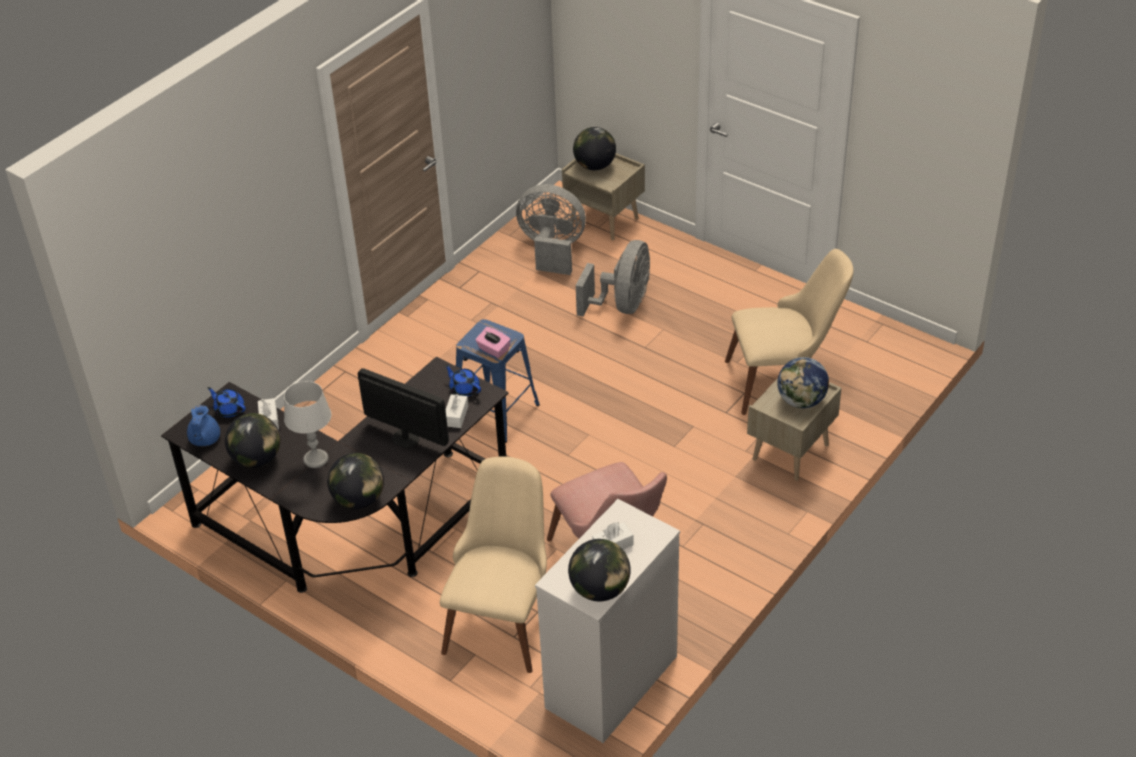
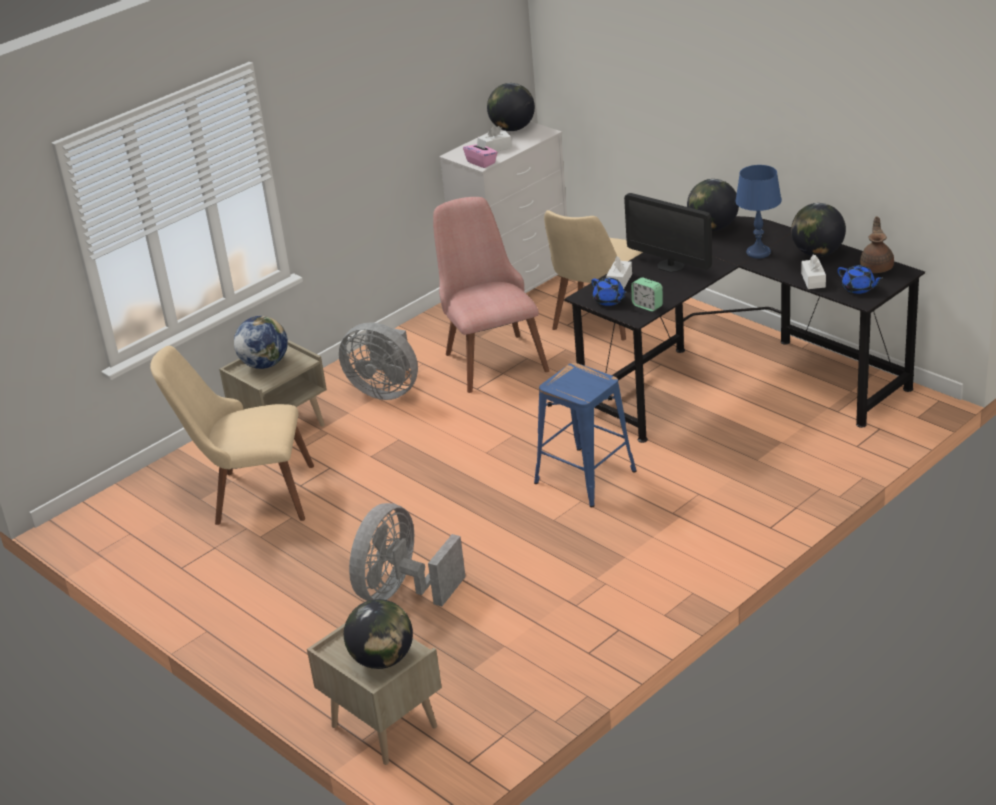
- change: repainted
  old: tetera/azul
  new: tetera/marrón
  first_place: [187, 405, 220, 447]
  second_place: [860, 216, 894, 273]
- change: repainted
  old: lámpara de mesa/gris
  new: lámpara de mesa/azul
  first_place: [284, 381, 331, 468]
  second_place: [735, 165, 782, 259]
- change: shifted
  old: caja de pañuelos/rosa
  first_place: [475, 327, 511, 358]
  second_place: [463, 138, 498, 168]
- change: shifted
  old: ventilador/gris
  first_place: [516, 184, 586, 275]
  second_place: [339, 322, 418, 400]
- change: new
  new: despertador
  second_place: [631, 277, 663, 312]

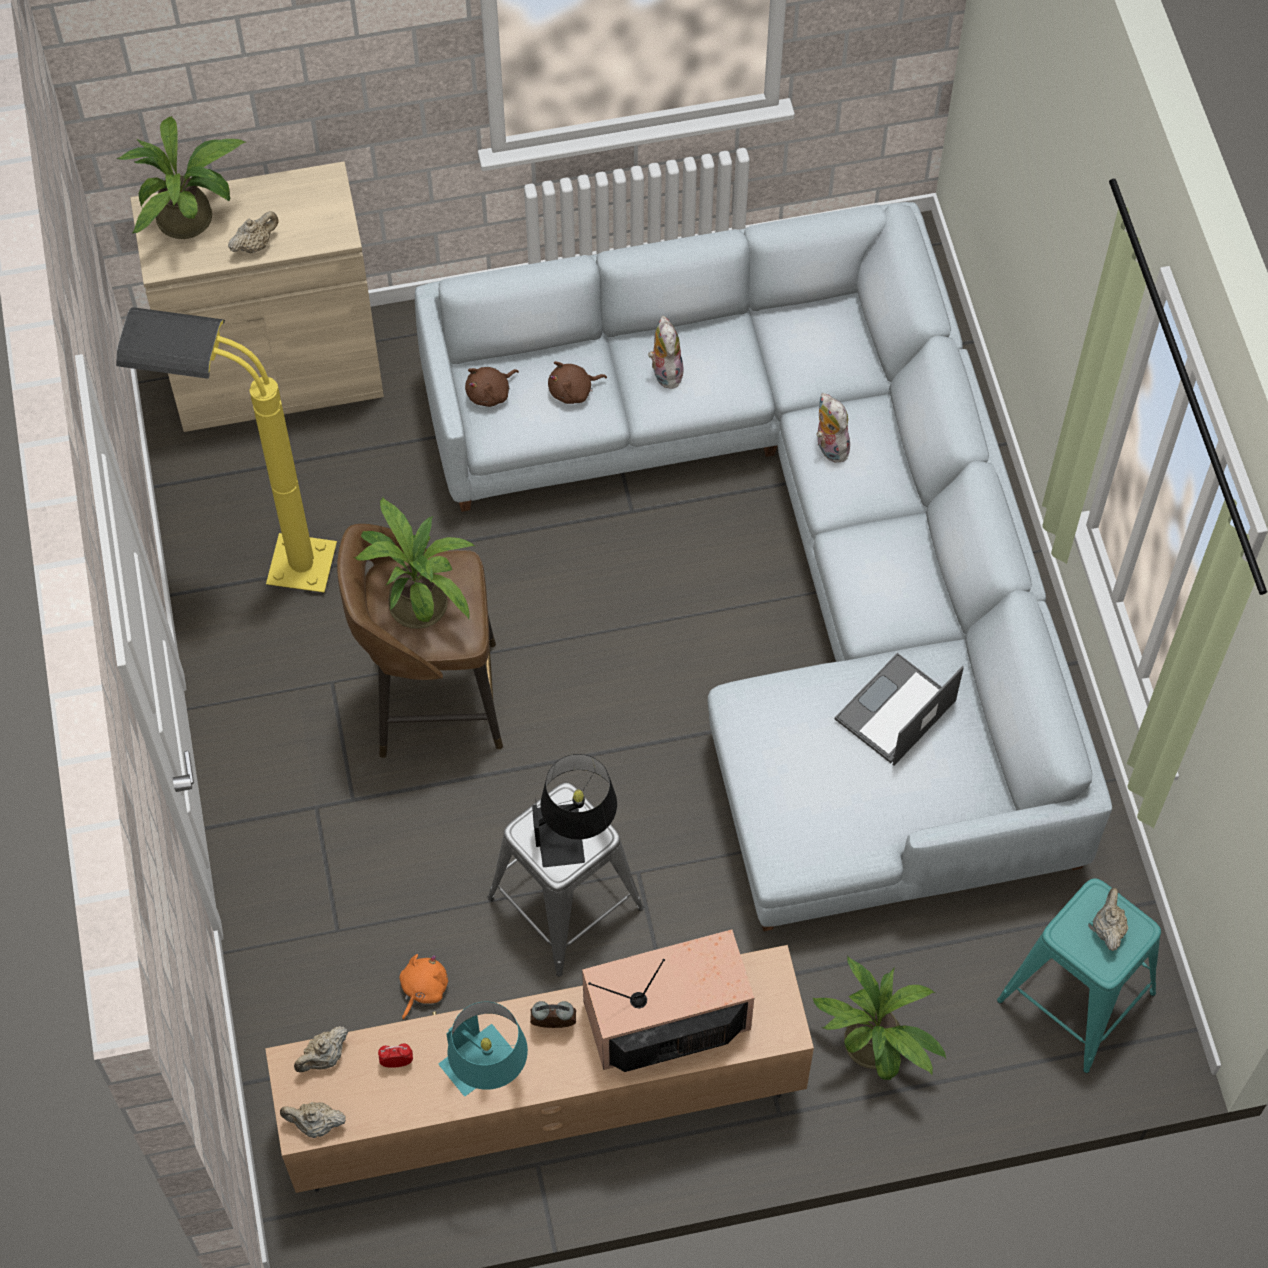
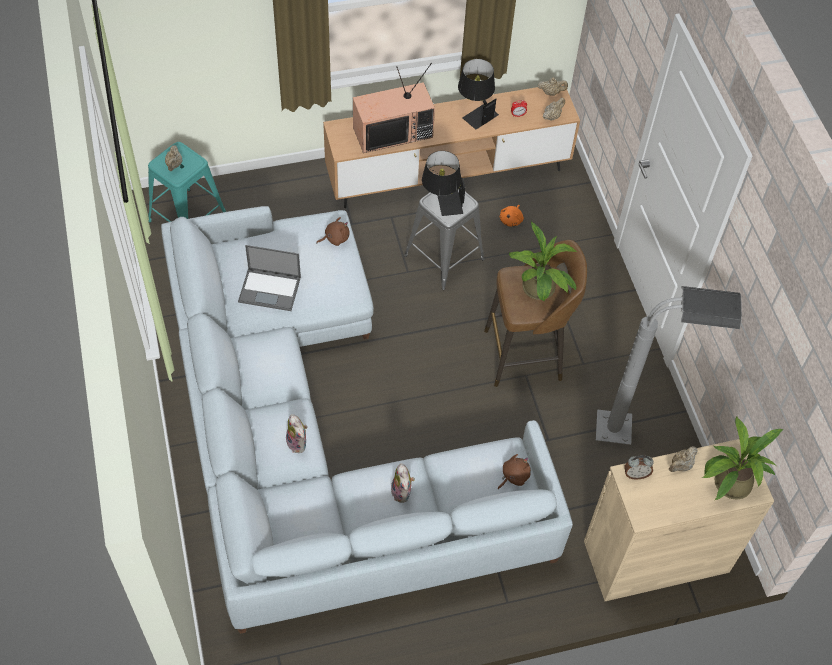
- change: repainted
  old: lámpara de pie/amarillo
  new: lámpara de pie/gris
  first_place: [116, 307, 337, 593]
  second_place: [596, 286, 742, 445]
- change: repainted
  old: lámpara de mesa/turquesa
  new: lámpara de mesa/negro
  first_place: [439, 1002, 528, 1096]
  second_place: [458, 59, 499, 129]
- change: shifted
  old: despertador
  first_place: [530, 1001, 576, 1028]
  second_place: [624, 455, 654, 480]
- change: shifted
  old: peluche/marrón
  first_place: [548, 361, 607, 404]
  second_place: [316, 217, 350, 246]
- change: gone
  old: planta en maceta
  first_place: [813, 957, 946, 1080]
- change: rotated
  old: portátil
  first_place: [835, 653, 964, 766]
  second_place: [238, 245, 301, 311]
  degrees: 60

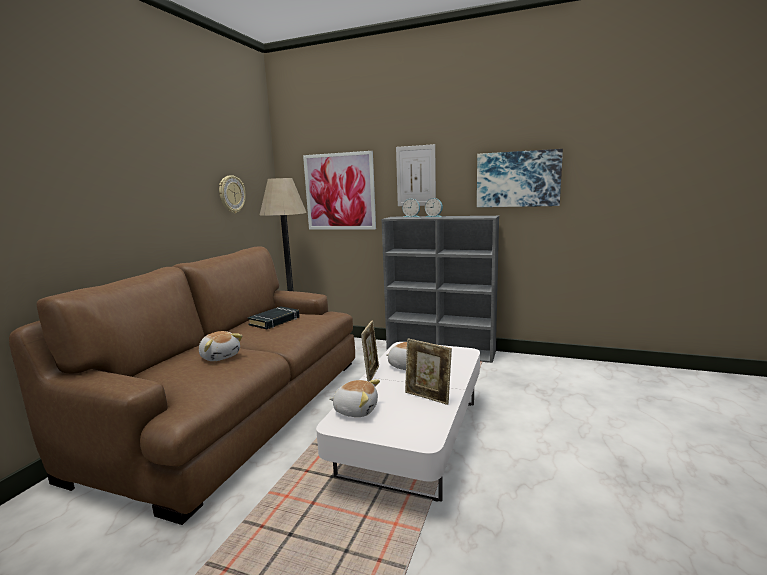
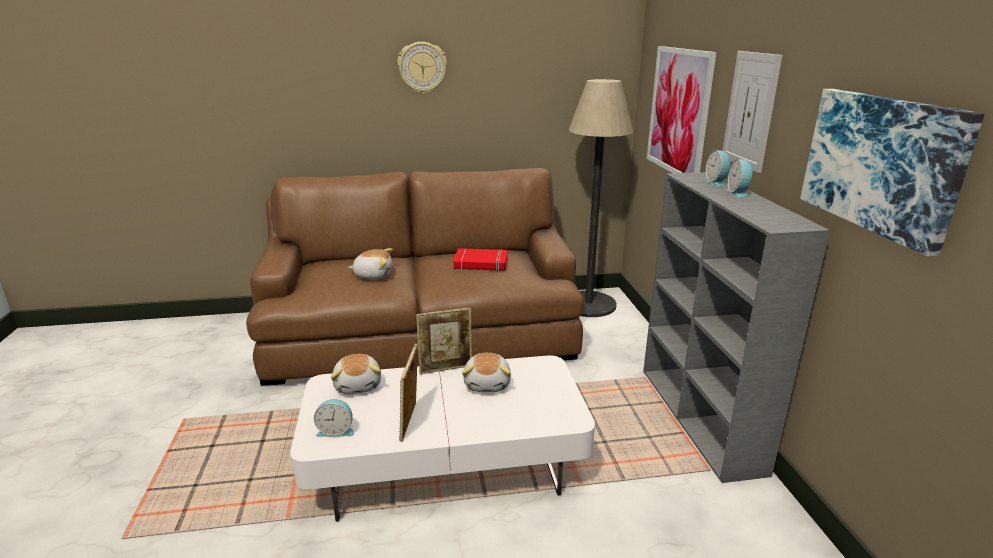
- change: rotated
  old: peluche
  first_place: [199, 331, 243, 361]
  second_place: [348, 248, 393, 279]
  degrees: -105
- change: shifted
  old: reloj de pared
  first_place: [219, 175, 246, 214]
  second_place: [397, 42, 447, 94]
- change: repainted
  old: libro/negro
  new: libro/rojo
  first_place: [248, 306, 300, 329]
  second_place: [454, 248, 508, 271]
- change: new
  new: despertador
  second_place: [314, 399, 354, 437]

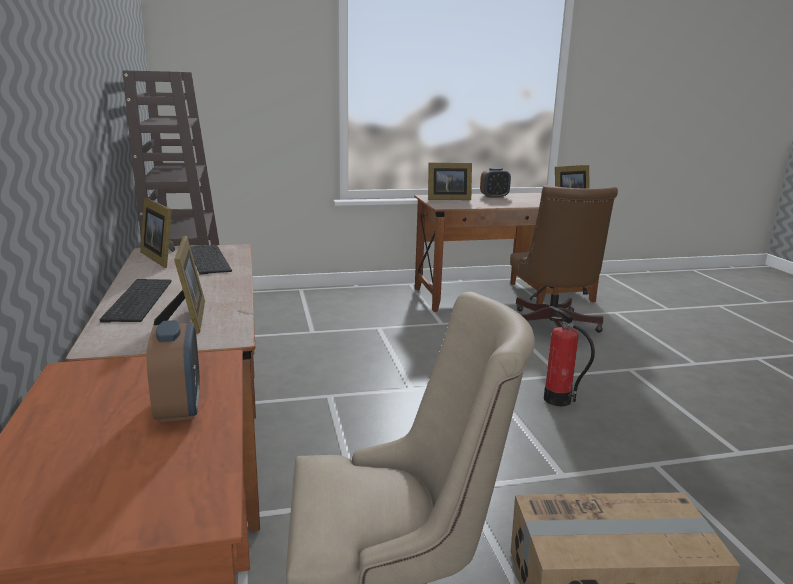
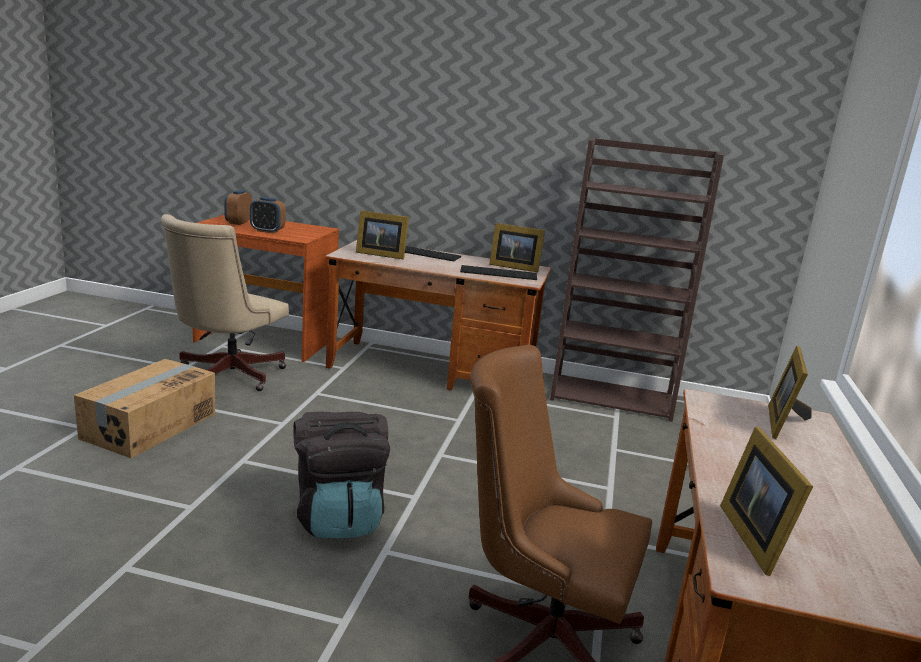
- change: rotated
  old: portarretratos
  first_place: [140, 198, 175, 268]
  second_place: [489, 223, 545, 272]
  degrees: -150
- change: shifted
  old: despertador
  first_place: [480, 168, 511, 198]
  second_place: [224, 190, 252, 225]
- change: swapped
  old: extintor
  new: mochila/negro
  first_place: [544, 306, 595, 406]
  second_place: [293, 411, 390, 538]

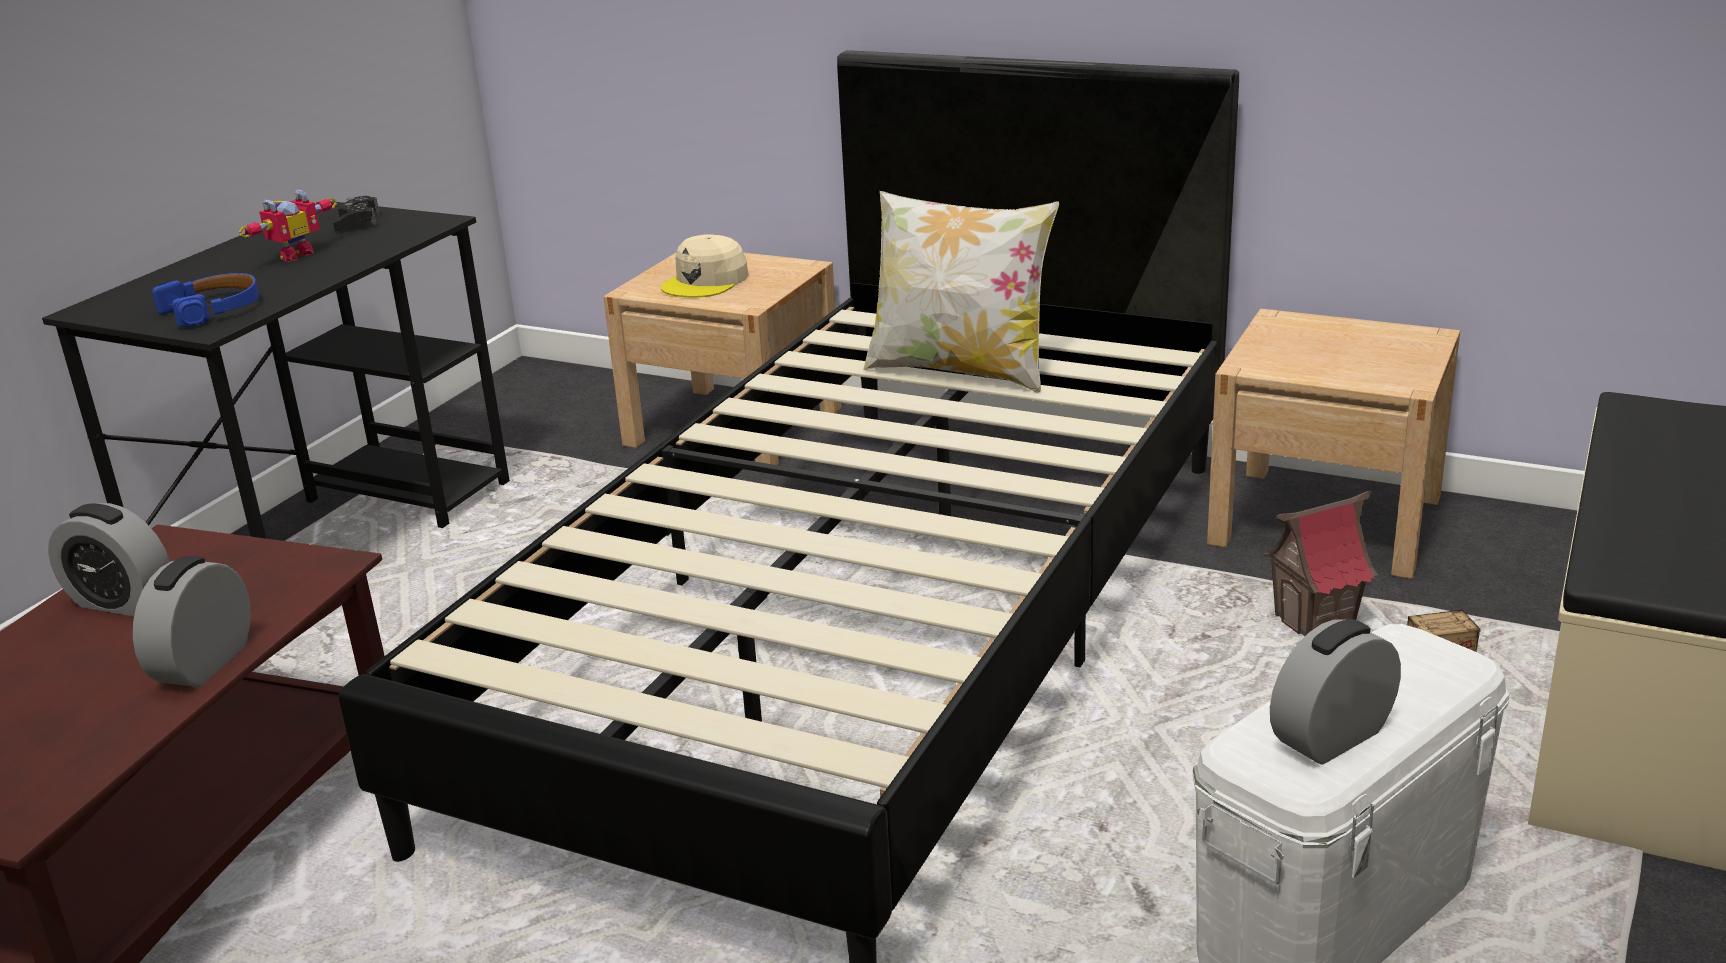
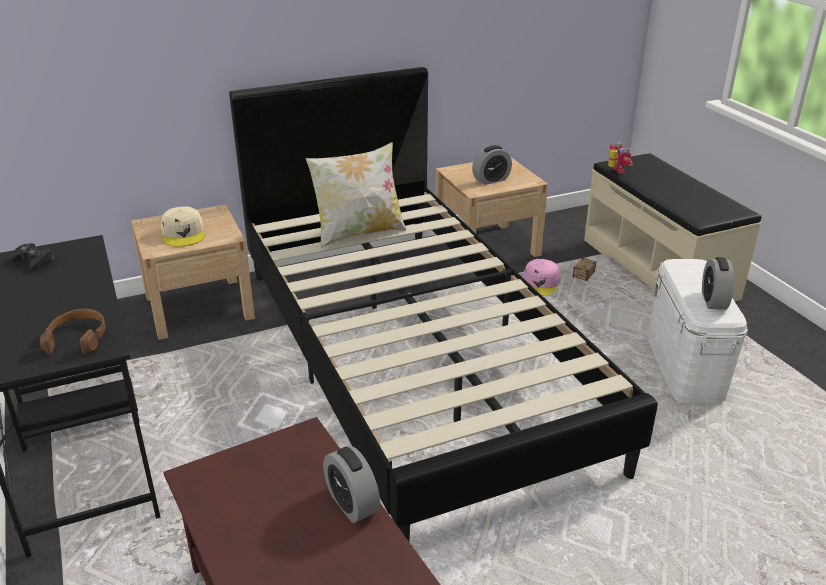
- change: shifted
  old: despertador
  first_place: [48, 503, 170, 617]
  second_place: [472, 145, 512, 185]
- change: repainted
  old: auriculares/azul
  new: auriculares/marrón
  first_place: [152, 273, 259, 327]
  second_place: [40, 309, 106, 355]
- change: shifted
  old: robot de juguete
  first_place: [239, 189, 337, 261]
  second_place: [608, 142, 633, 174]
- change: swapped
  old: casita
  new: gorra/rosa
  first_place: [1262, 491, 1378, 636]
  second_place: [523, 259, 561, 296]

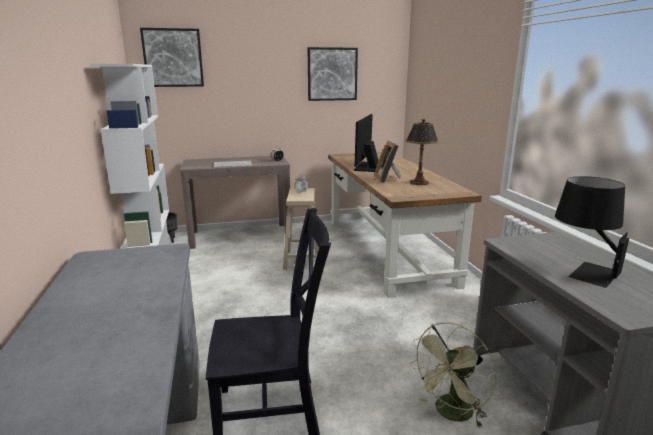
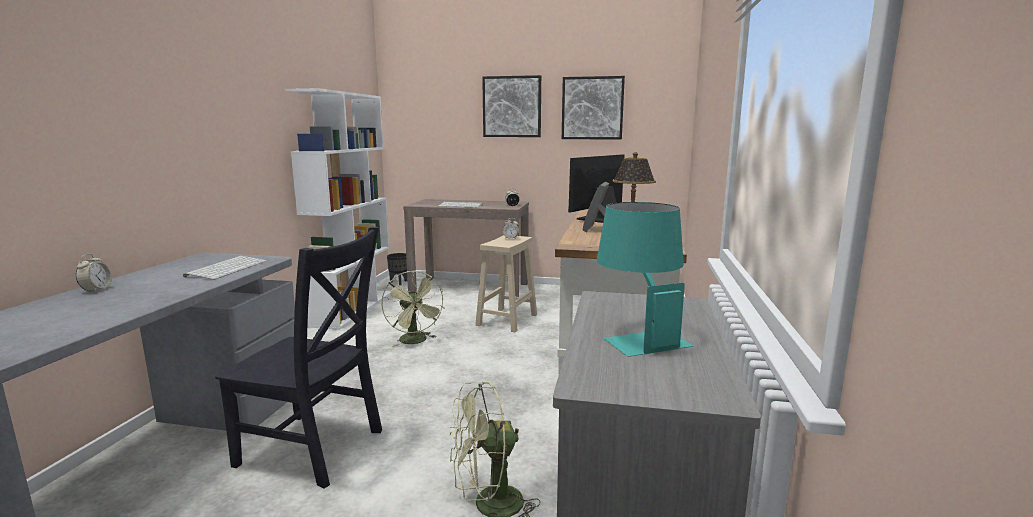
- change: shifted
  old: cuadro
  first_place: [140, 28, 204, 87]
  second_place: [482, 75, 541, 137]
- change: repainted
  old: lámpara de mesa/negro
  new: lámpara de mesa/turquesa
  first_place: [555, 176, 629, 288]
  second_place: [597, 202, 693, 357]
- change: new
  new: despertador
  second_place: [76, 254, 112, 292]
- change: new
  new: teclado
  second_place: [183, 256, 266, 280]
- change: new
  new: ventilador/verde
  second_place: [382, 271, 445, 347]

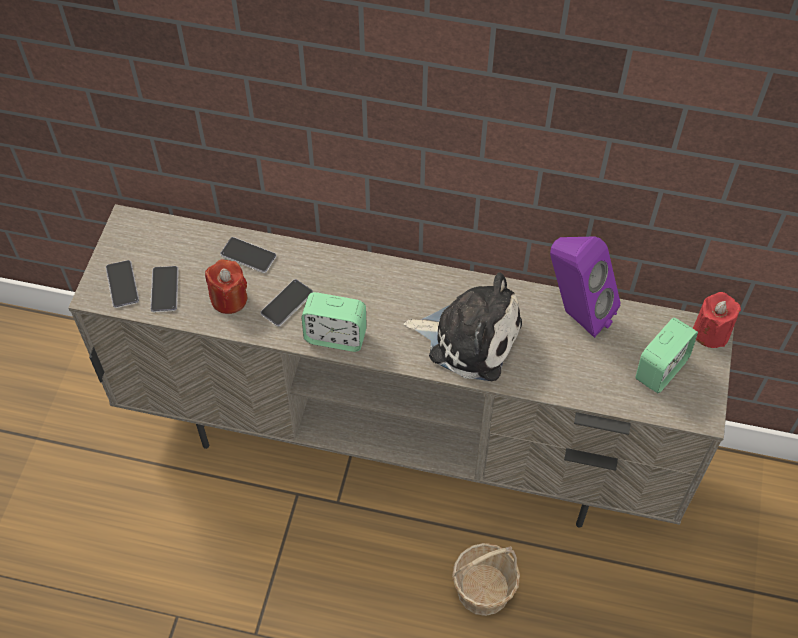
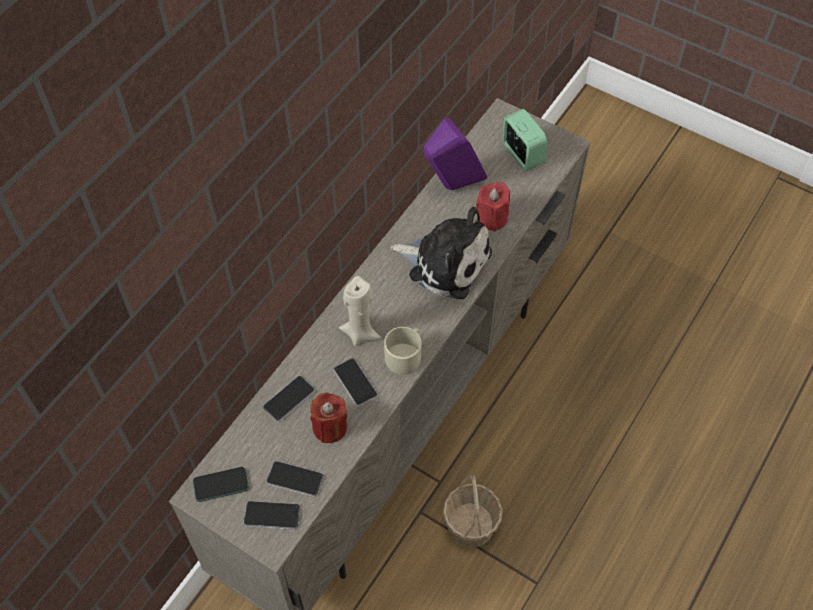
- change: swapped
  old: despertador
  new: taza grande/beis
  first_place: [301, 292, 367, 352]
  second_place: [384, 327, 422, 375]
- change: rotated
  old: peluche
  first_place: [404, 272, 522, 381]
  second_place: [391, 207, 492, 300]
  degrees: 75
- change: shifted
  old: cesta
  first_place: [452, 543, 520, 616]
  second_place: [443, 475, 502, 548]
- change: shifted
  old: vela/rojo
  first_place: [693, 292, 741, 348]
  second_place: [476, 182, 510, 232]
- change: new
  new: móvil
  second_place: [193, 467, 249, 502]
- change: new
  new: vela/beis
  second_place: [339, 276, 381, 346]

